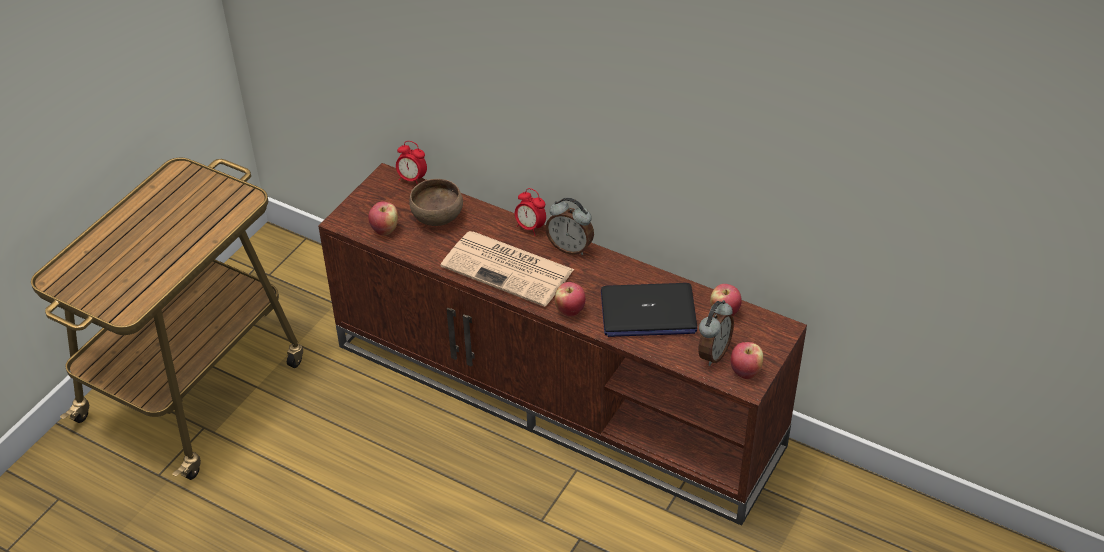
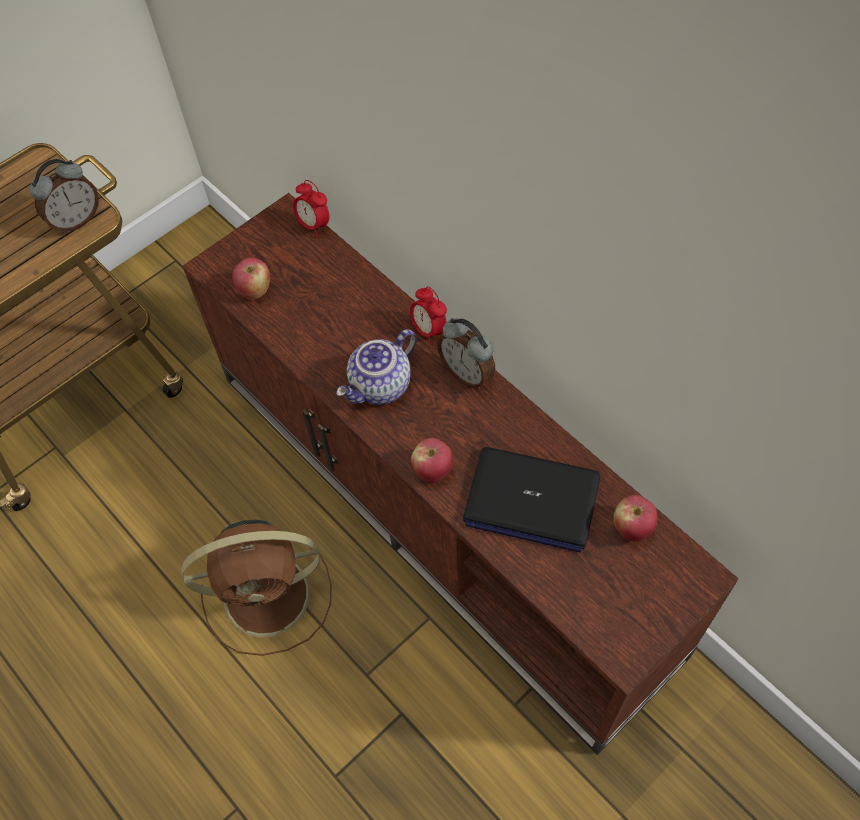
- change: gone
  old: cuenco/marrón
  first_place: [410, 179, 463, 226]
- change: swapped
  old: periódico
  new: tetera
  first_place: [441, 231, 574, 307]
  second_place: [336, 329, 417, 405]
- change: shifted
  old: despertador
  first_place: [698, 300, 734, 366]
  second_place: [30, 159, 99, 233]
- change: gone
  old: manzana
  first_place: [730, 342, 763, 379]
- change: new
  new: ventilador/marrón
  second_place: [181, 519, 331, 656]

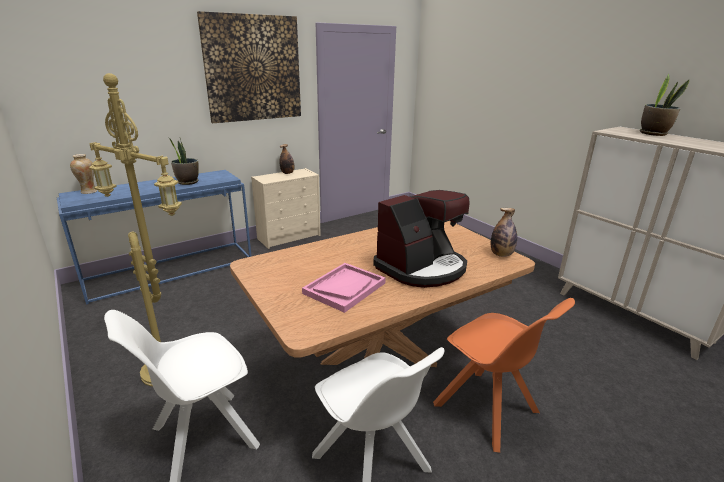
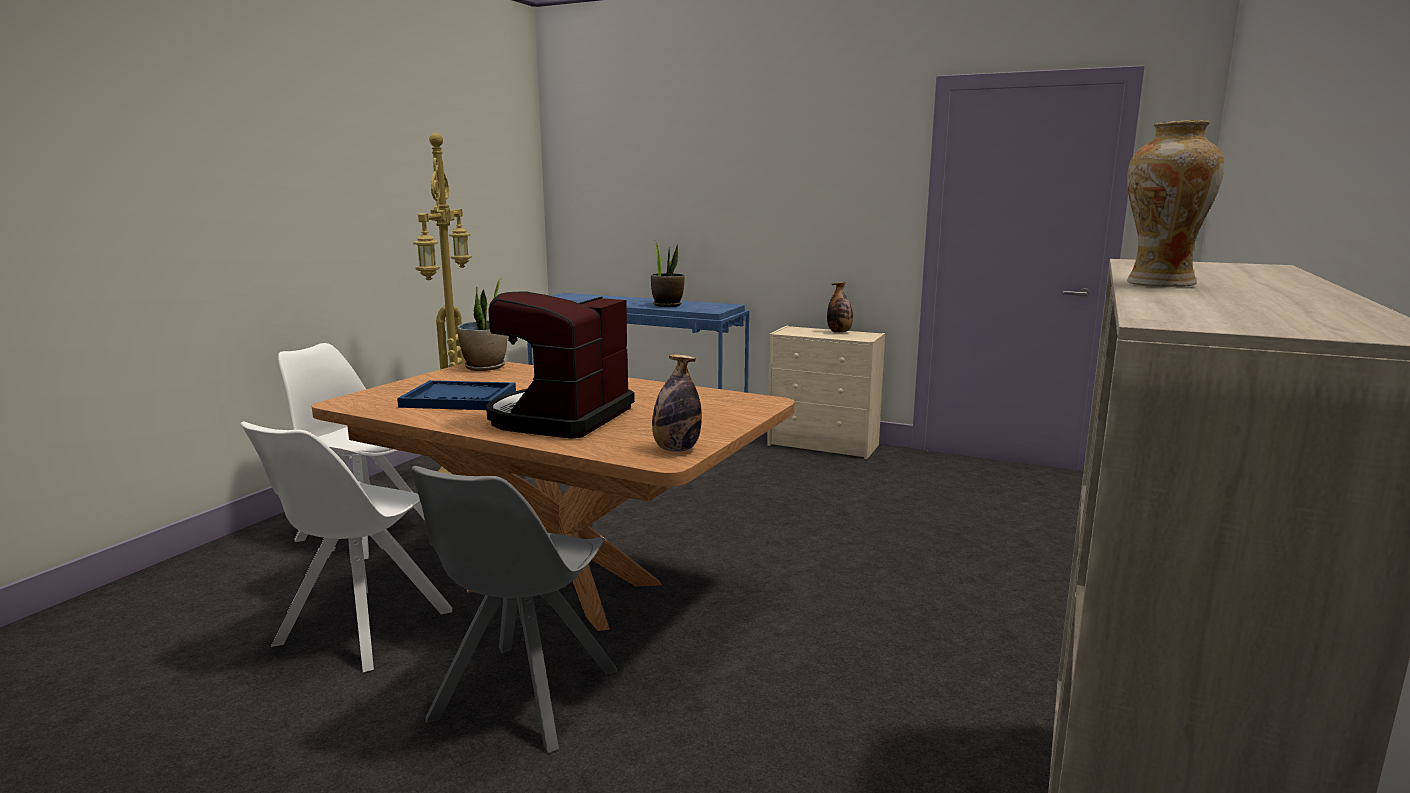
- change: shifted
  old: florero
  first_place: [70, 154, 98, 194]
  second_place: [1127, 120, 1224, 287]
- change: gone
  old: cuadro
  first_place: [197, 11, 301, 123]
- change: repainted
  old: bandeja/rosa
  new: bandeja/azul
  first_place: [302, 263, 386, 313]
  second_place: [397, 380, 516, 410]
- change: rotated
  old: cafetera
  first_place: [373, 190, 470, 288]
  second_place: [486, 292, 635, 439]
  degrees: 90
- change: repainted
  old: silla/naranja
  new: silla/gris
  first_place: [433, 298, 575, 453]
  second_place: [411, 466, 618, 753]
- change: shifted
  old: planta en maceta
  first_place: [640, 74, 690, 136]
  second_place: [457, 277, 507, 371]

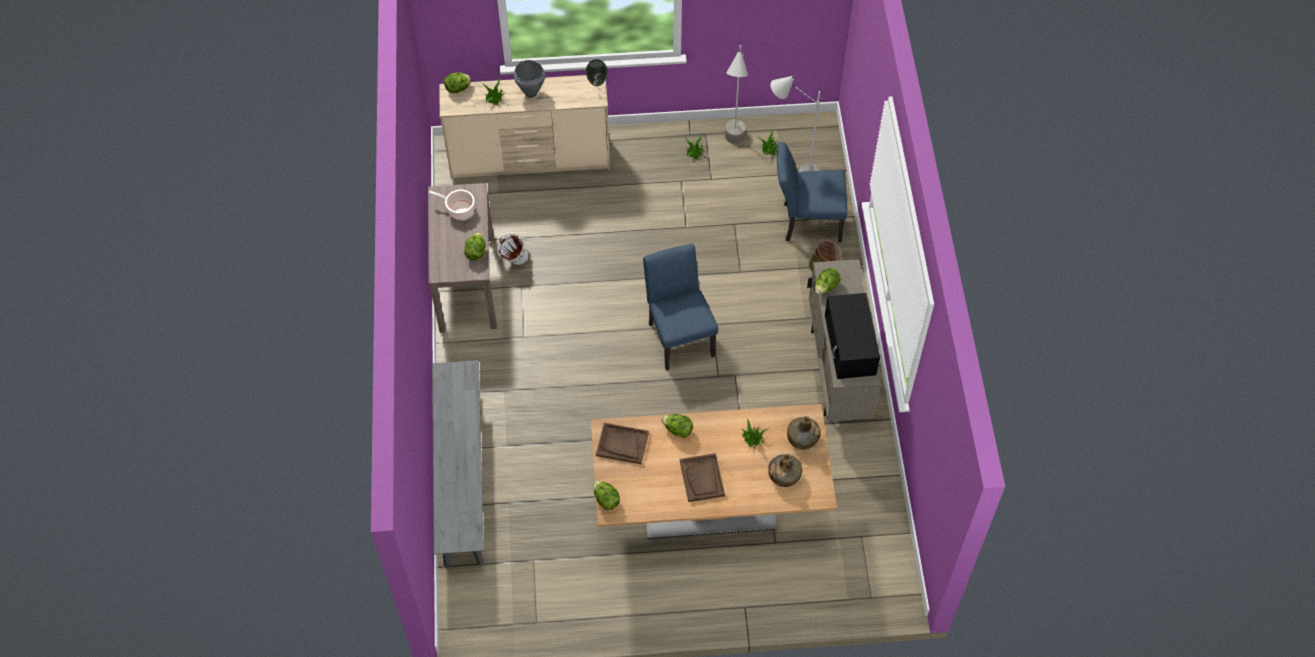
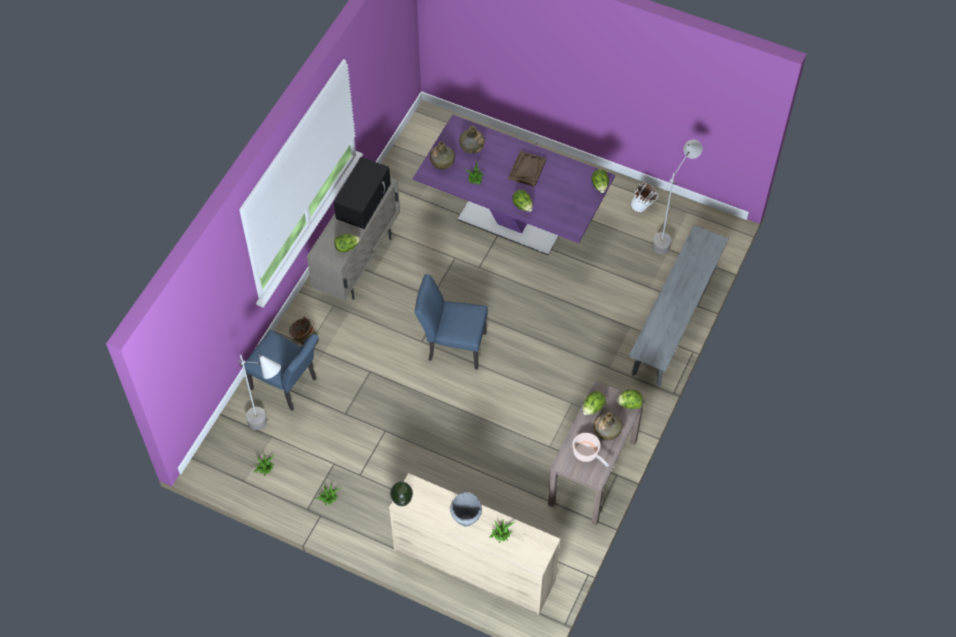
- change: shifted
  old: lechuga
  first_place: [444, 72, 471, 93]
  second_place: [617, 390, 643, 409]
- change: shifted
  old: cubo/blanco
  first_place: [497, 234, 529, 265]
  second_place: [630, 182, 658, 213]
- change: repainted
  old: mesa de comedor/beis
  new: mesa de comedor/morado
  first_place: [591, 404, 837, 539]
  second_place: [413, 115, 615, 255]
- change: gone
  old: bandeja/marrón
  first_place: [596, 423, 649, 464]
- change: rotated
  old: silla/azul
  first_place: [643, 244, 718, 371]
  second_place: [415, 274, 488, 370]
  degrees: 90
- change: shifted
  old: lámpara de pie/gris
  first_place: [725, 45, 748, 144]
  second_place: [652, 140, 702, 254]
- change: new
  new: botella/verde
  second_place: [594, 412, 622, 440]

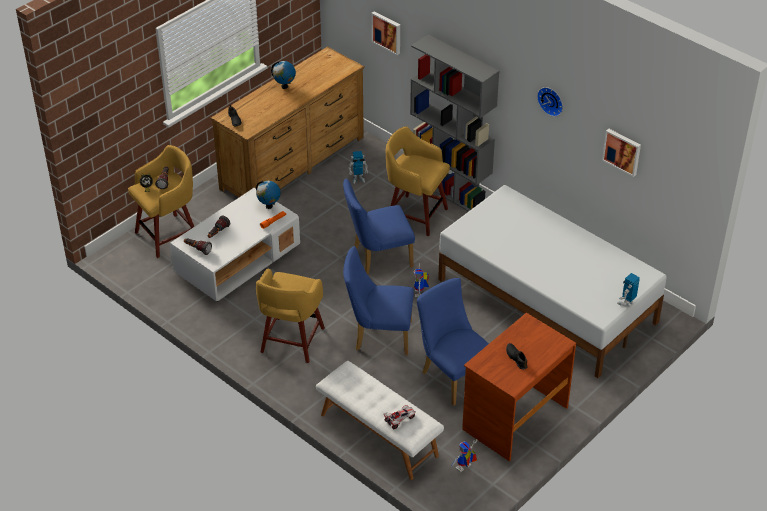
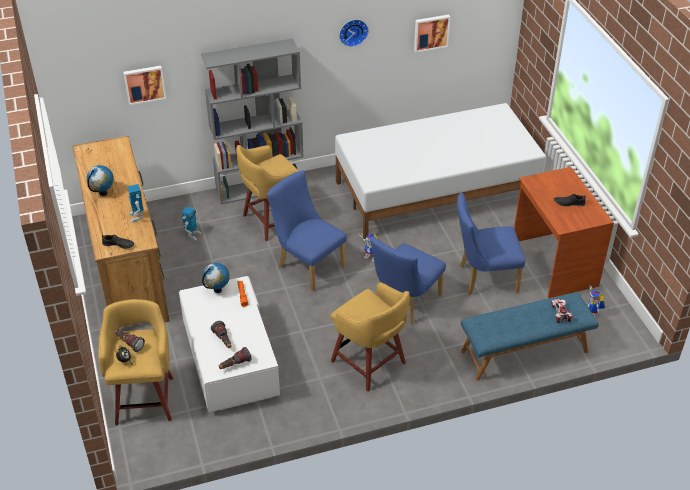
- change: repainted
  old: banco/blanco
  new: banco/azul
  first_place: [316, 361, 444, 480]
  second_place: [461, 292, 599, 381]
- change: rotated
  old: silla/azul
  first_place: [343, 179, 415, 275]
  second_place: [267, 171, 347, 291]
  degrees: 120
- change: shifted
  old: robot de juguete
  first_place: [617, 273, 640, 307]
  second_place: [128, 184, 144, 223]

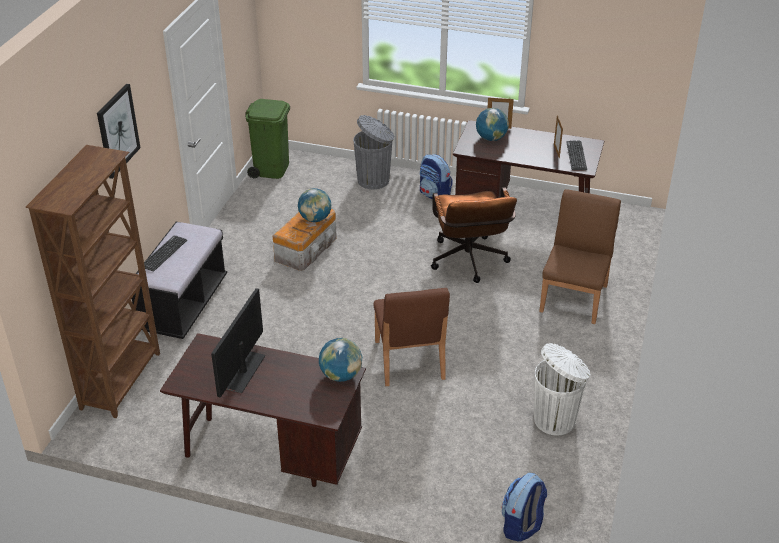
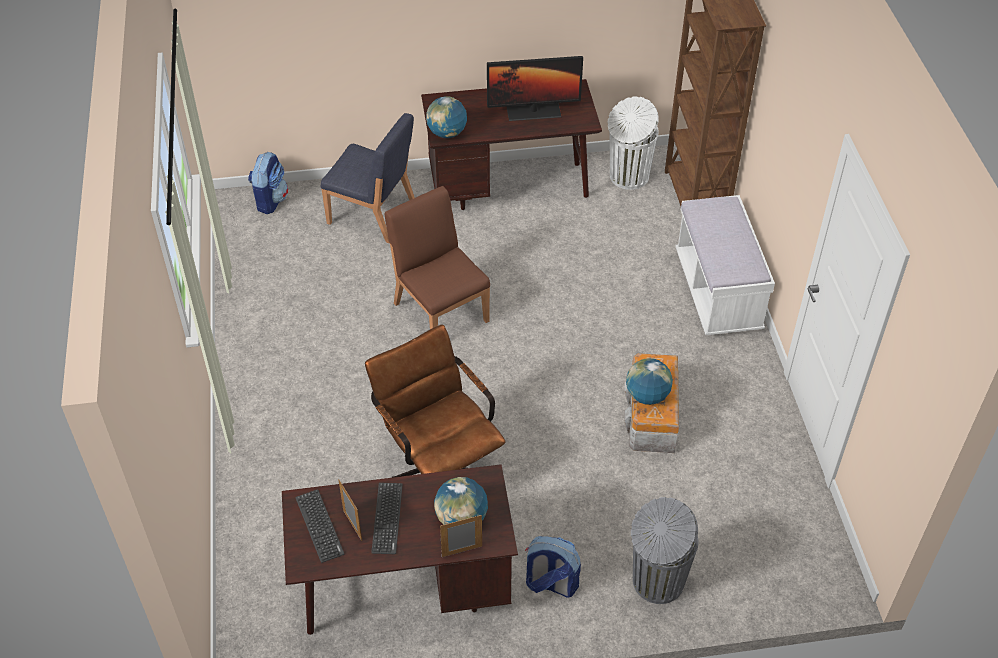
- change: gone
  old: cuadro
  first_place: [97, 84, 141, 179]
- change: repainted
  old: banco/negro
  new: banco/blanco
  first_place: [132, 222, 227, 339]
  second_place: [675, 195, 775, 335]
- change: shifted
  old: teclado
  first_place: [144, 236, 187, 271]
  second_place: [371, 483, 403, 554]
- change: rotated
  old: monitor
  first_place: [211, 288, 265, 398]
  second_place: [487, 56, 583, 121]
  degrees: 90
- change: gone
  old: papelera/verde
  first_place: [245, 99, 290, 179]
- change: shifted
  old: papelera/blanco
  first_place: [534, 343, 590, 436]
  second_place: [607, 96, 659, 190]
- change: gone
  old: silla/marrón
  first_place: [539, 189, 621, 324]
- change: new
  new: silla/azul
  second_place: [321, 113, 415, 243]

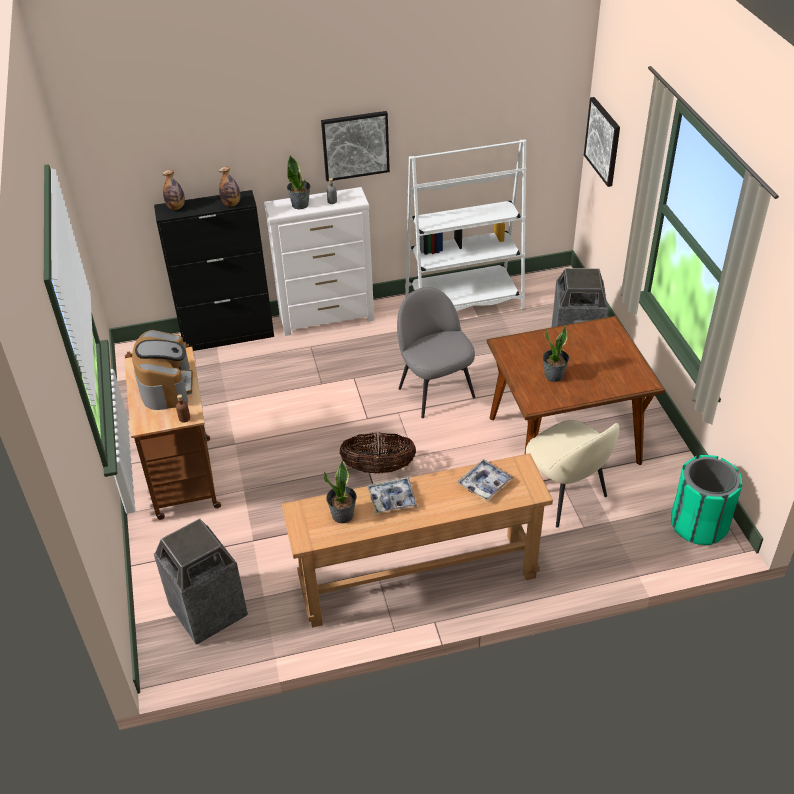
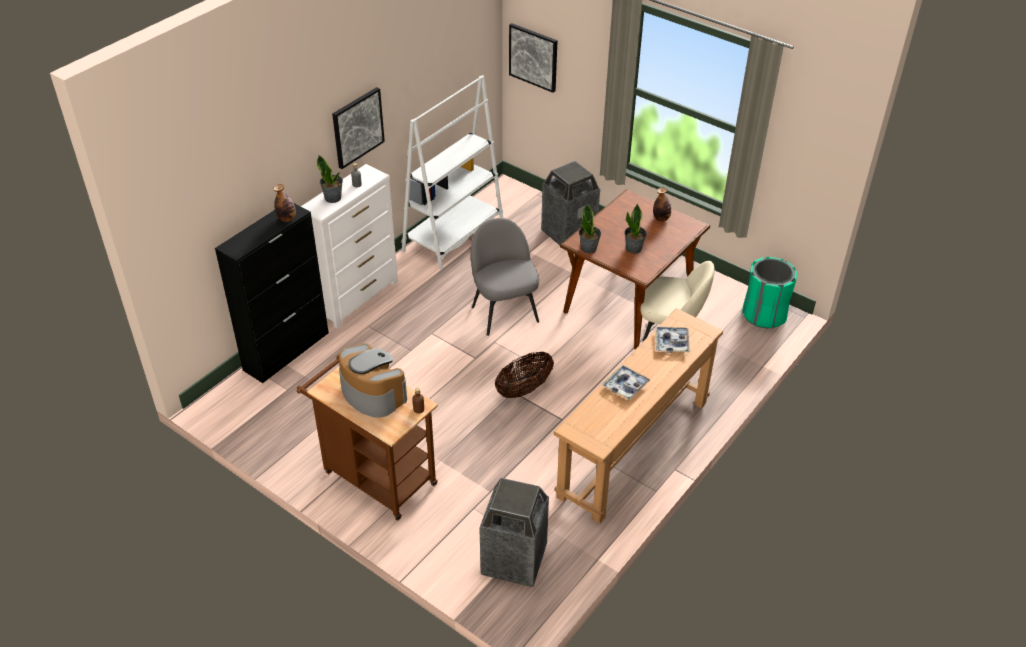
- change: shifted
  old: botella
  first_place: [162, 170, 185, 210]
  second_place: [653, 187, 671, 222]
- change: shifted
  old: planta en maceta
  first_place: [324, 460, 357, 523]
  second_place: [579, 205, 601, 253]
- change: rotated
  old: silla/gris
  first_place: [397, 287, 475, 418]
  second_place: [471, 218, 539, 336]
  degrees: 45

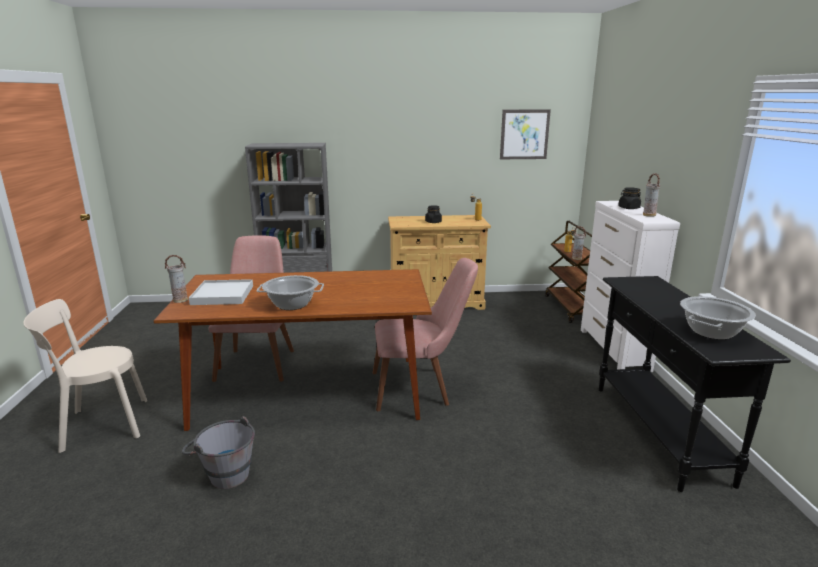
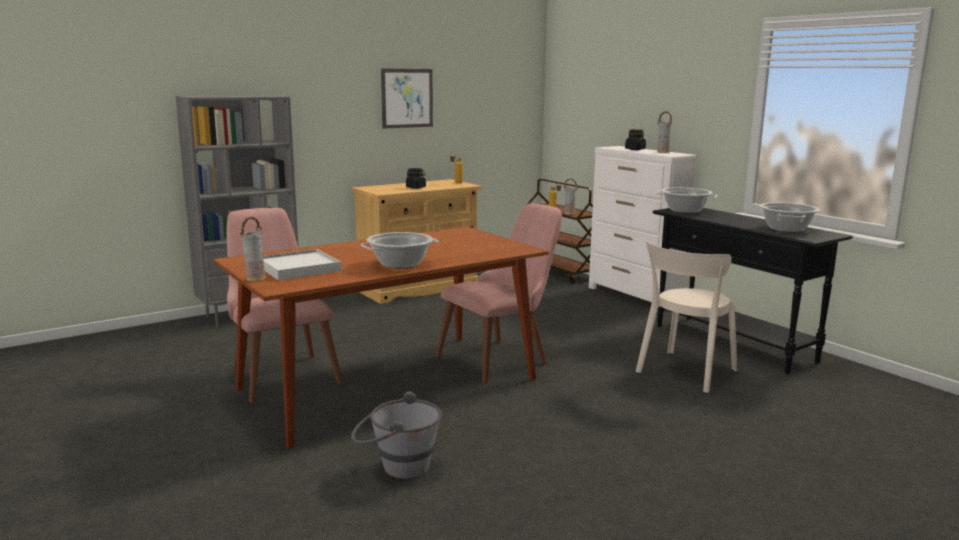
- change: shifted
  old: silla/beis
  first_place: [23, 299, 147, 453]
  second_place: [636, 241, 737, 393]
- change: shifted
  old: cuadro
  first_place: [500, 110, 551, 159]
  second_place: [381, 68, 433, 128]
- change: new
  new: olla
  second_place: [656, 188, 718, 213]

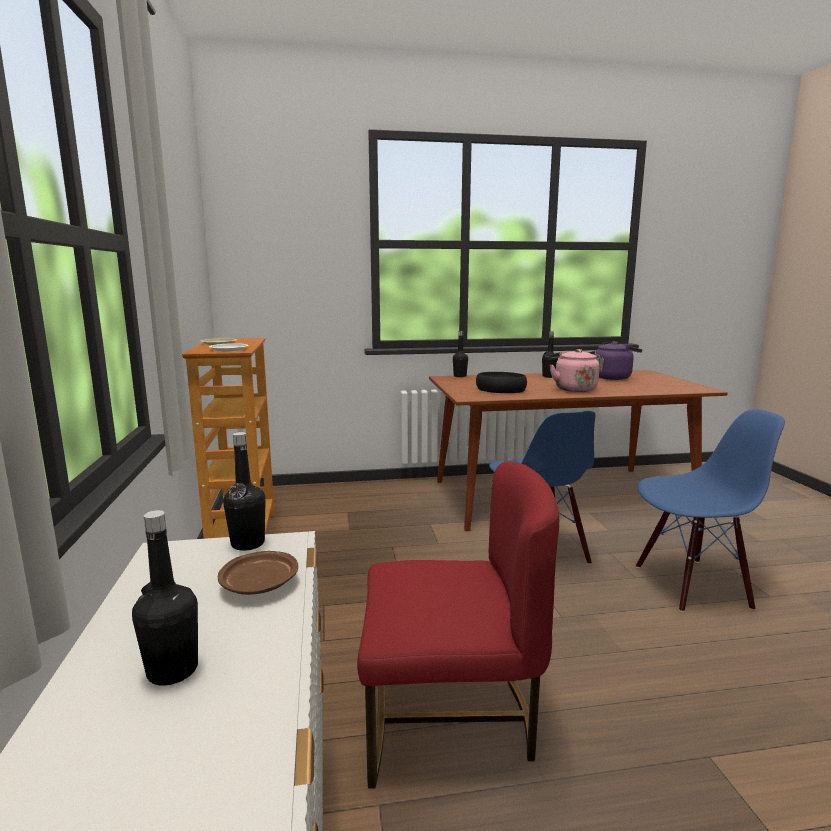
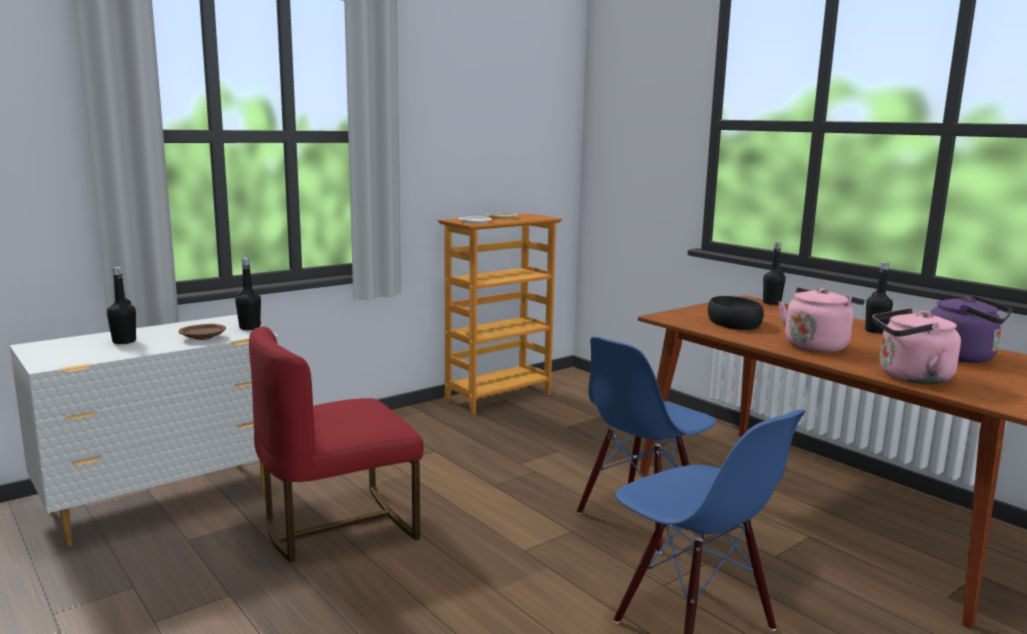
- change: rotated
  old: silla/rojo
  first_place: [357, 462, 559, 789]
  second_place: [249, 327, 424, 562]
  degrees: 90
- change: new
  new: hervidor/rosa
  second_place: [872, 308, 961, 384]

